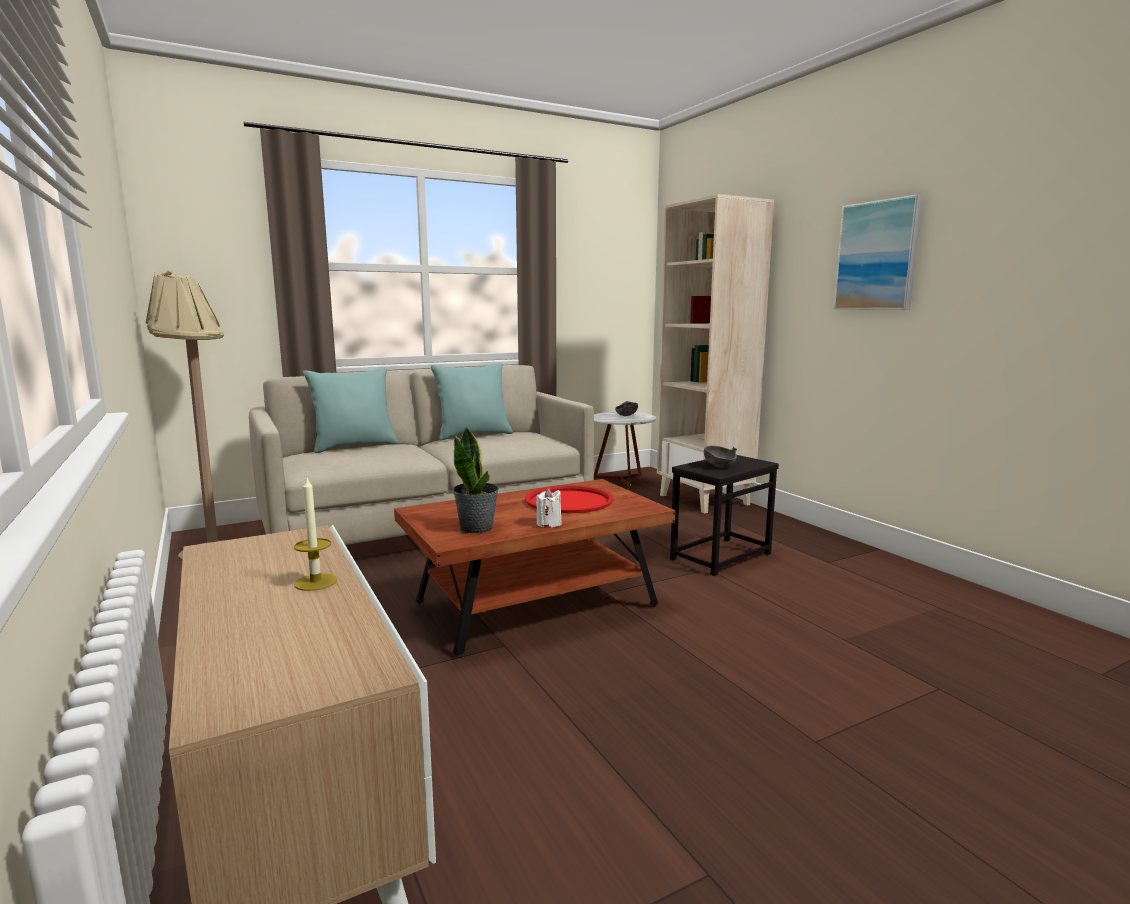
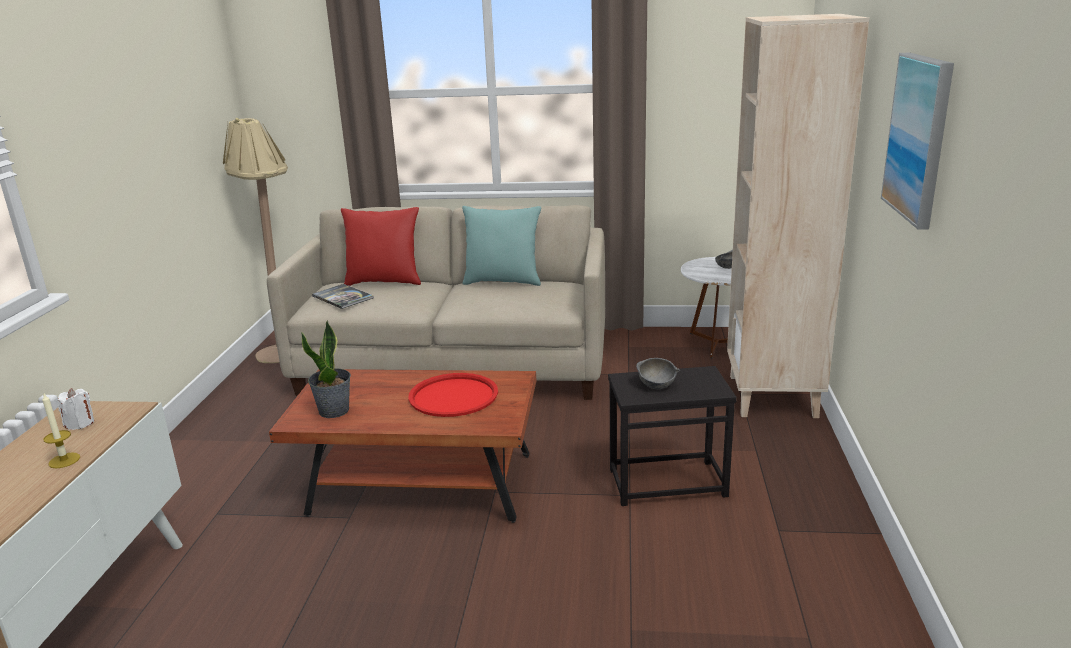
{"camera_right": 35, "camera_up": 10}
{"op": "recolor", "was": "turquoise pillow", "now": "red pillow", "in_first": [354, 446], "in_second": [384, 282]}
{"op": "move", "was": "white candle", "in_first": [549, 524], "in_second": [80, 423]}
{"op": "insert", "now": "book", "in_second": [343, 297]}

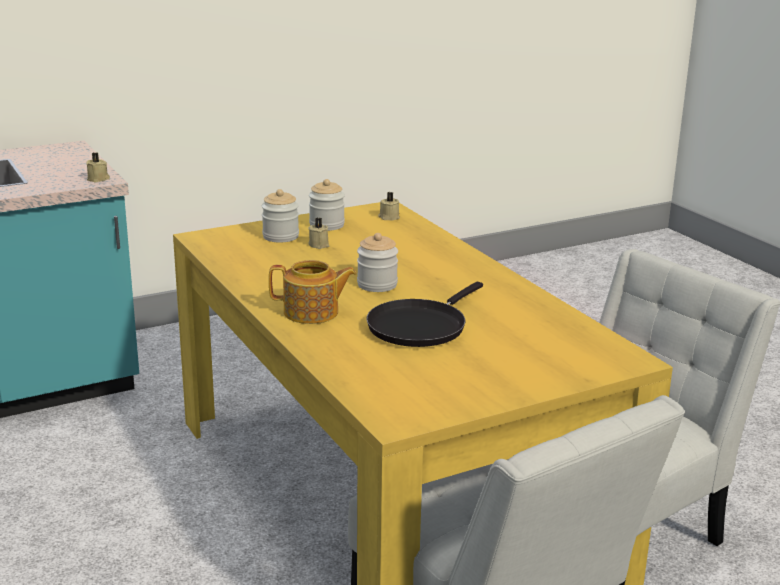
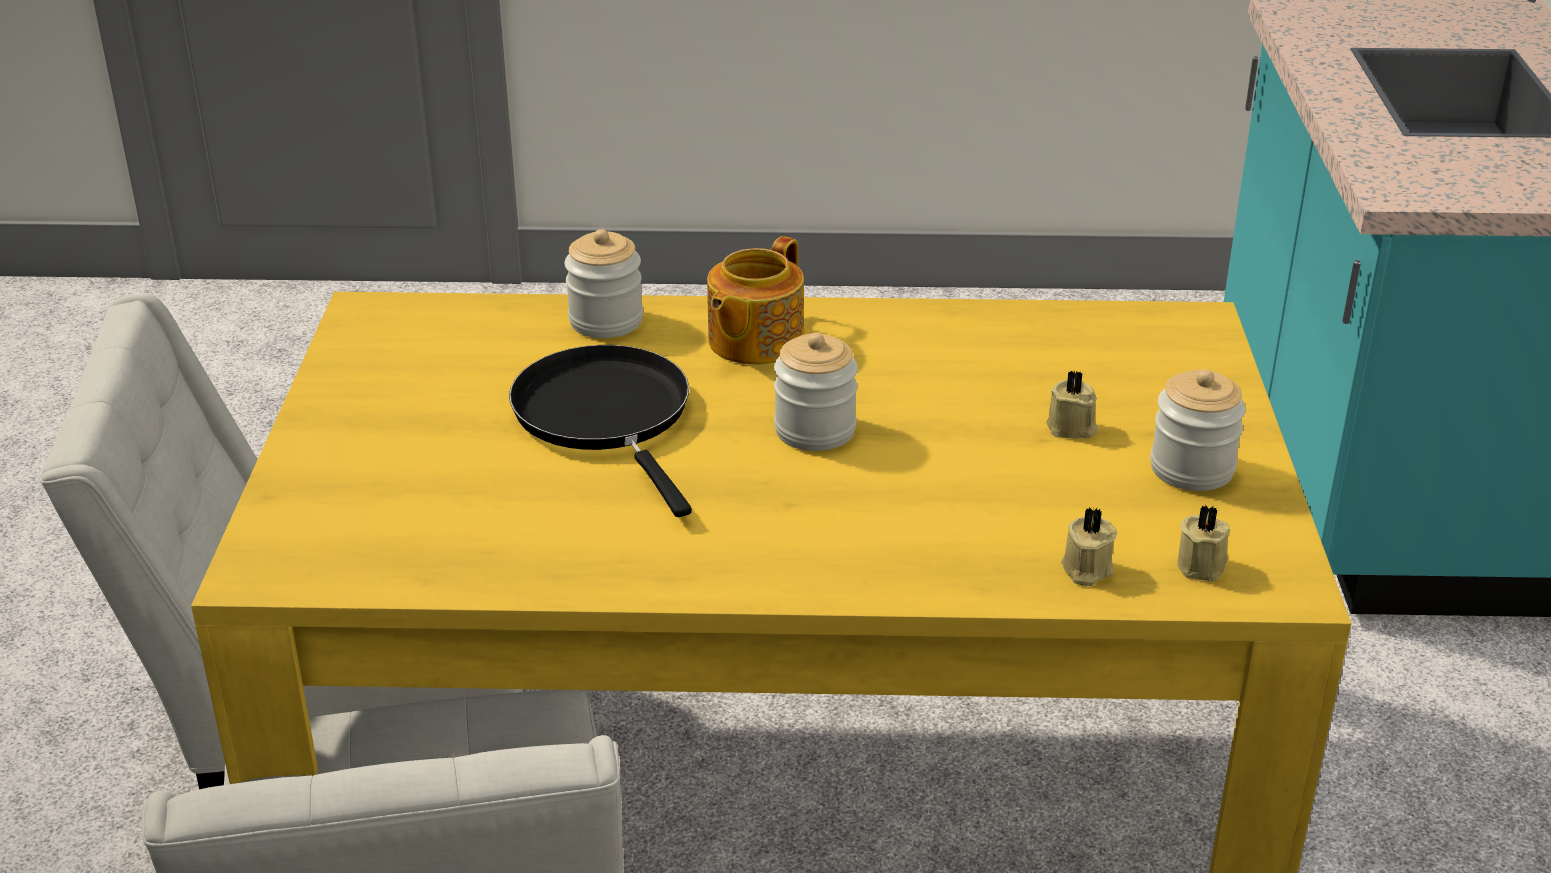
{"camera_right": 120, "camera_up": 10}
{"op": "move", "was": "beige candle", "in_first": [98, 179], "in_second": [1085, 570]}
{"op": "move", "was": "jar", "in_first": [280, 236], "in_second": [606, 321]}

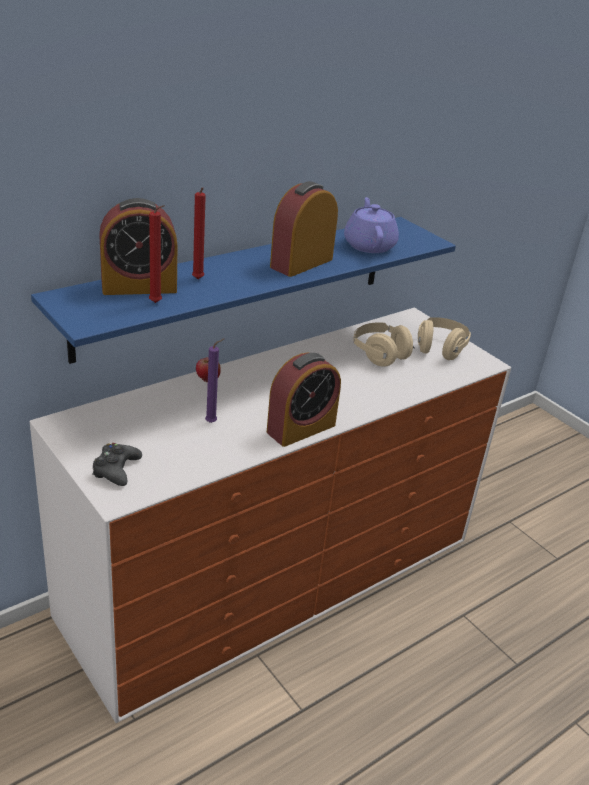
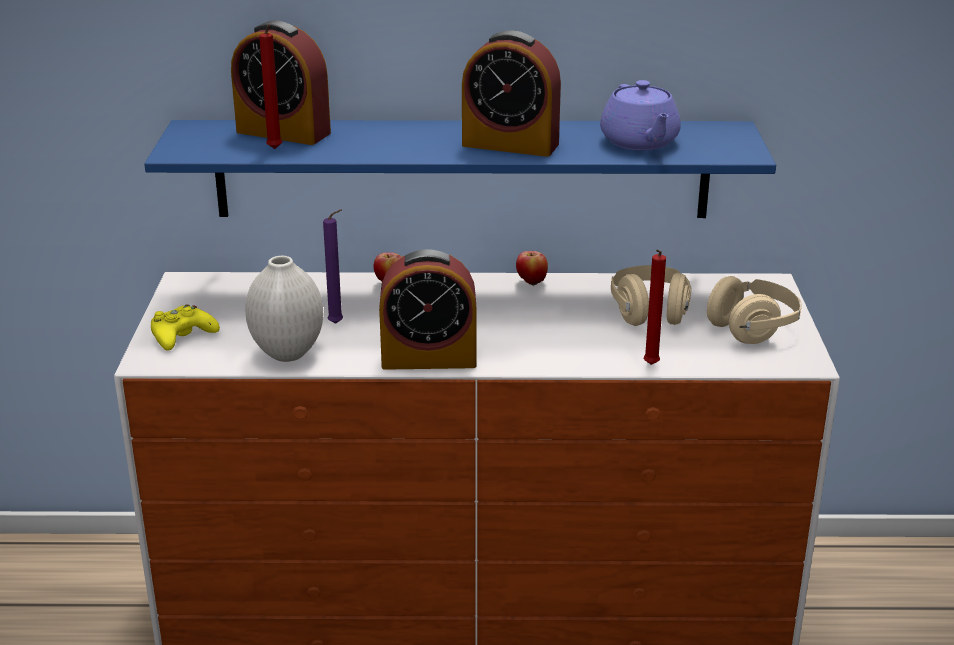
{"camera_right": 40, "camera_up": -5}
{"op": "rotate", "was": "alarm clock", "in_first": [301, 263], "in_second": [510, 144], "clockwise": -150}
{"op": "move", "was": "red candle", "in_first": [198, 280], "in_second": [650, 366]}
{"op": "rotate", "was": "purple teapot", "in_first": [369, 245], "in_second": [640, 142], "clockwise": 135}
{"op": "recolor", "was": "black game controller", "now": "yellow game controller", "in_first": [116, 469], "in_second": [182, 336]}
{"op": "insert", "now": "apple", "in_second": [531, 282]}
{"op": "insert", "now": "white vase", "in_second": [288, 353]}

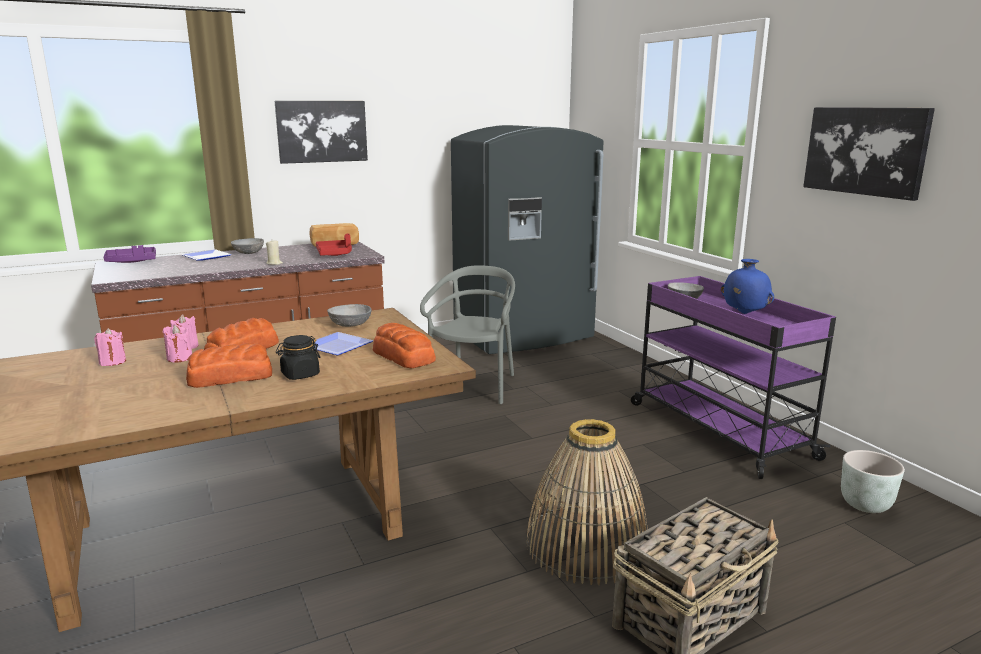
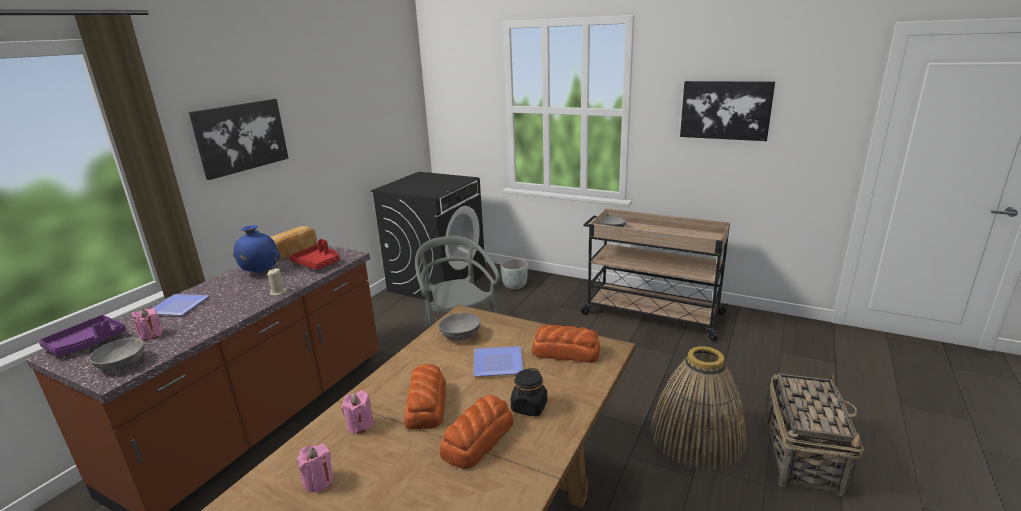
{"camera_right": -35, "camera_up": 5}
{"op": "replace", "was": "grey fridge", "now": "black washing machine", "in_first": [524, 336], "in_second": [437, 282]}
{"op": "move", "was": "grey bowl", "in_first": [249, 252], "in_second": [122, 364]}
{"op": "move", "was": "blue vase", "in_first": [744, 313], "in_second": [260, 272]}
{"op": "recolor", "was": "purple cart", "now": "beige cart", "in_first": [717, 429], "in_second": [650, 314]}
{"op": "move", "was": "pink candle", "in_first": [179, 358], "in_second": [151, 335]}
{"op": "move", "was": "grey planter", "in_first": [865, 505], "in_second": [514, 286]}

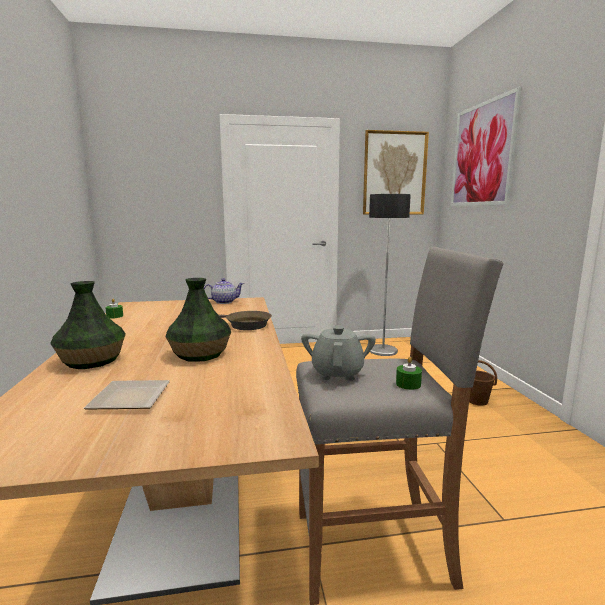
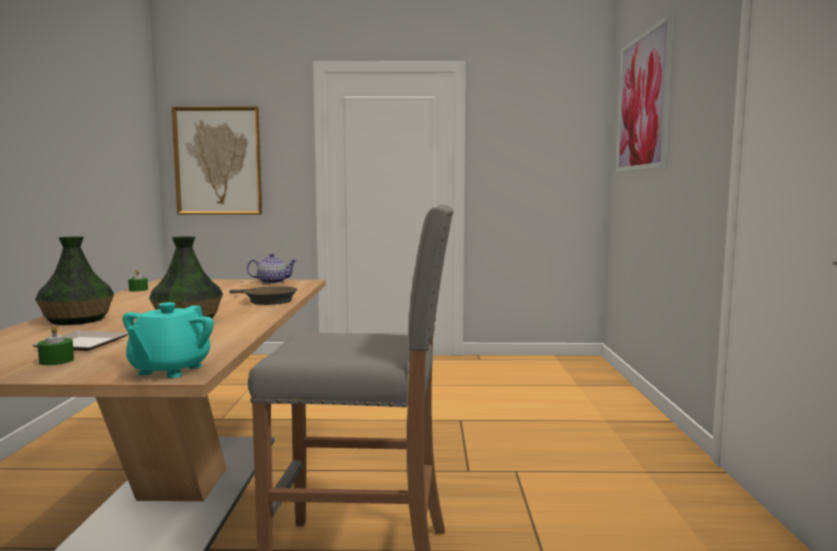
{"camera_right": 10, "camera_up": -5}
{"op": "move", "was": "picture", "in_first": [394, 173], "in_second": [218, 161]}
{"op": "delete", "was": "floor lamp", "in_first": [382, 351]}
{"op": "delete", "was": "grey teapot", "in_first": [337, 373]}
{"op": "move", "was": "green candle", "in_first": [408, 384], "in_second": [56, 361]}
{"op": "delete", "was": "brown bucket", "in_first": [477, 401]}
{"op": "insert", "now": "turquoise teapot", "in_second": [169, 370]}

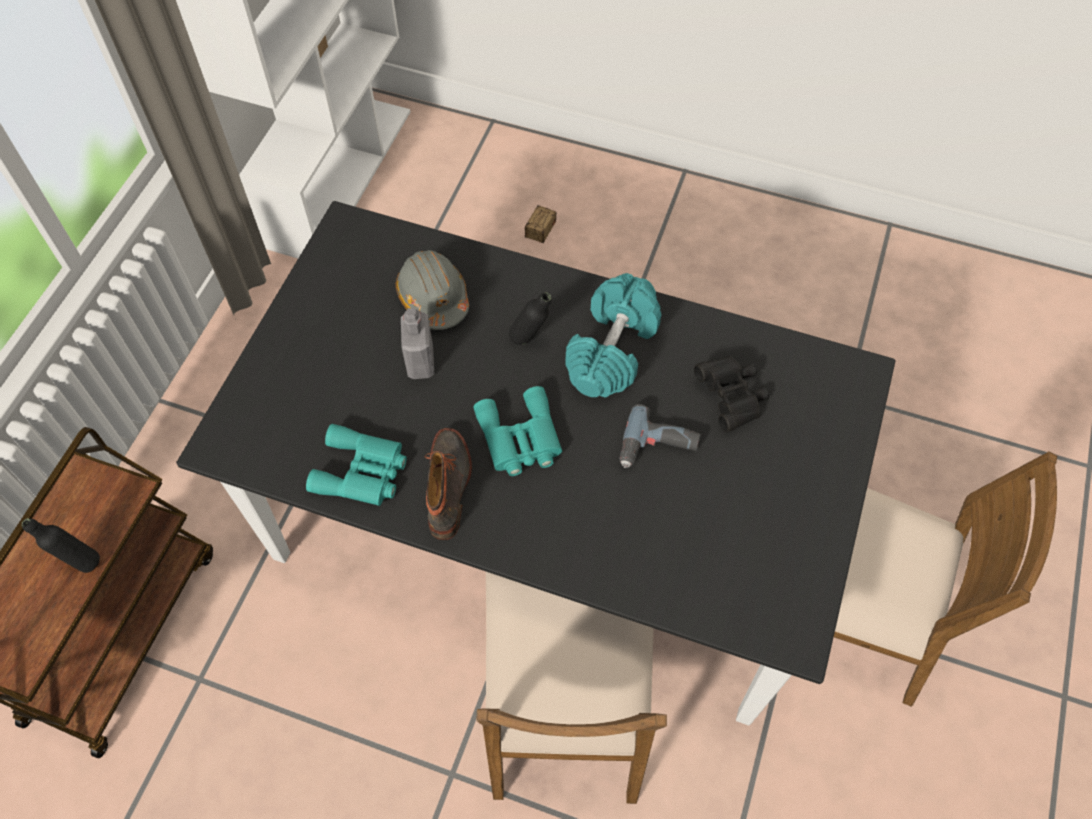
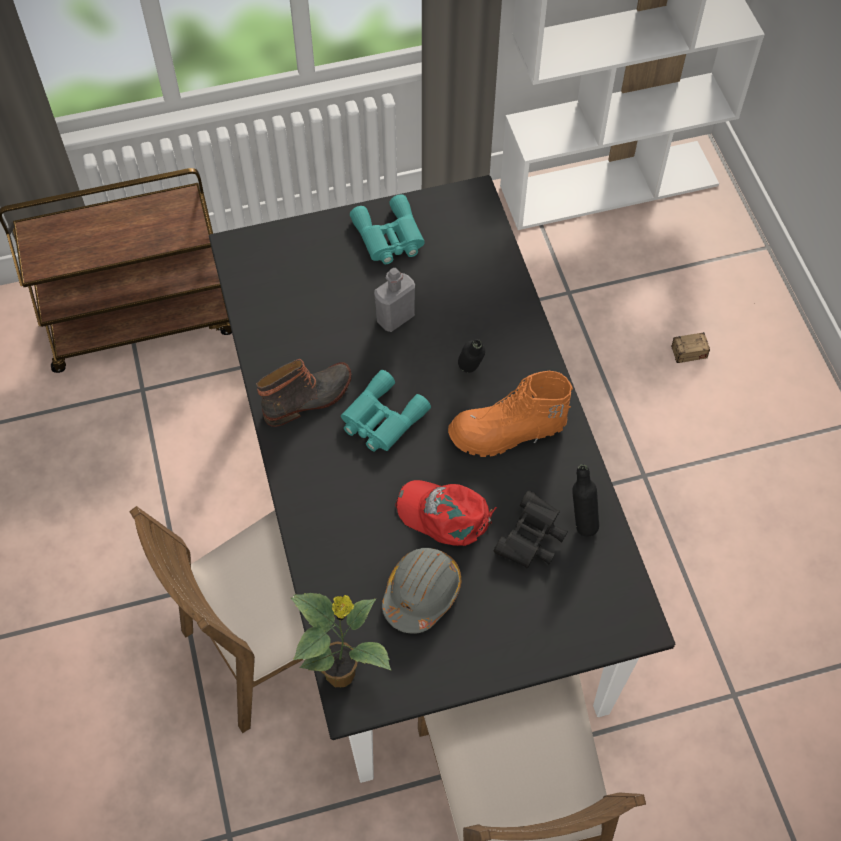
{"camera_right": 55, "camera_up": 0}
{"op": "move", "was": "grey hard hat", "in_first": [433, 298], "in_second": [421, 593]}
{"op": "replace", "was": "turquoise dumbbell", "now": "orange boot", "in_first": [612, 350], "in_second": [508, 432]}
{"op": "replace", "was": "power drill", "now": "red cap", "in_first": [658, 448], "in_second": [444, 514]}
{"op": "move", "was": "turquoise binoculars", "in_first": [362, 472], "in_second": [389, 237]}
{"op": "move", "was": "black bottle", "in_first": [80, 562], "in_second": [581, 521]}
{"op": "insert", "now": "potted plant", "in_second": [342, 673]}

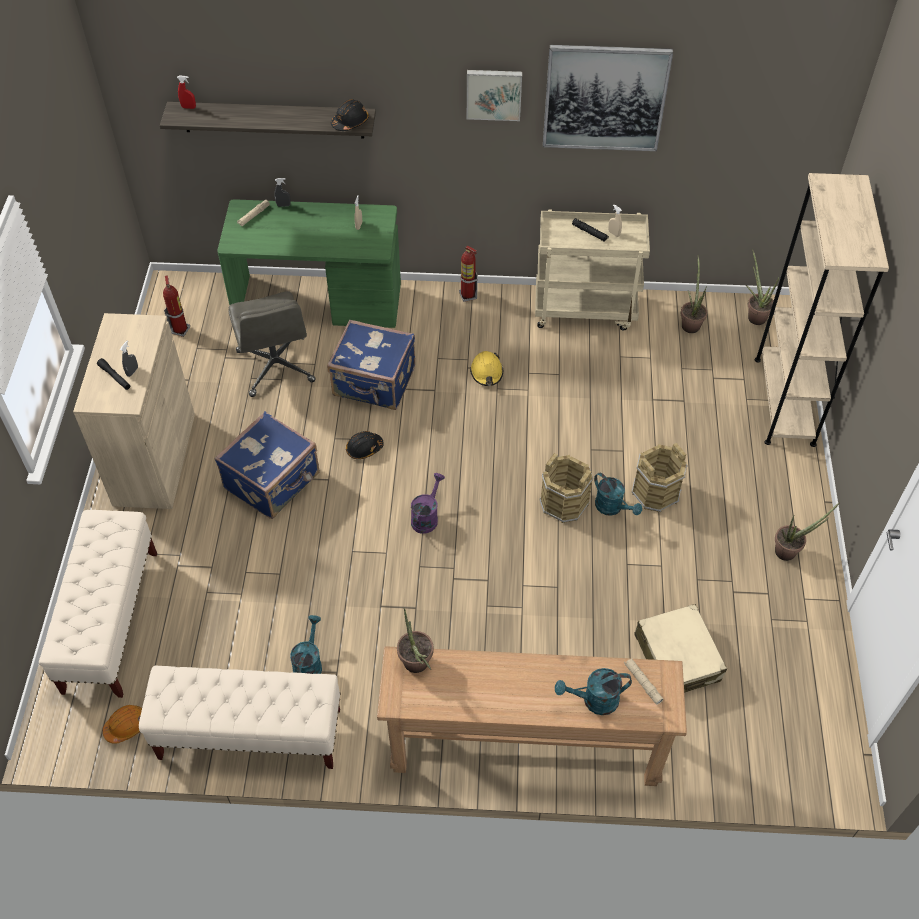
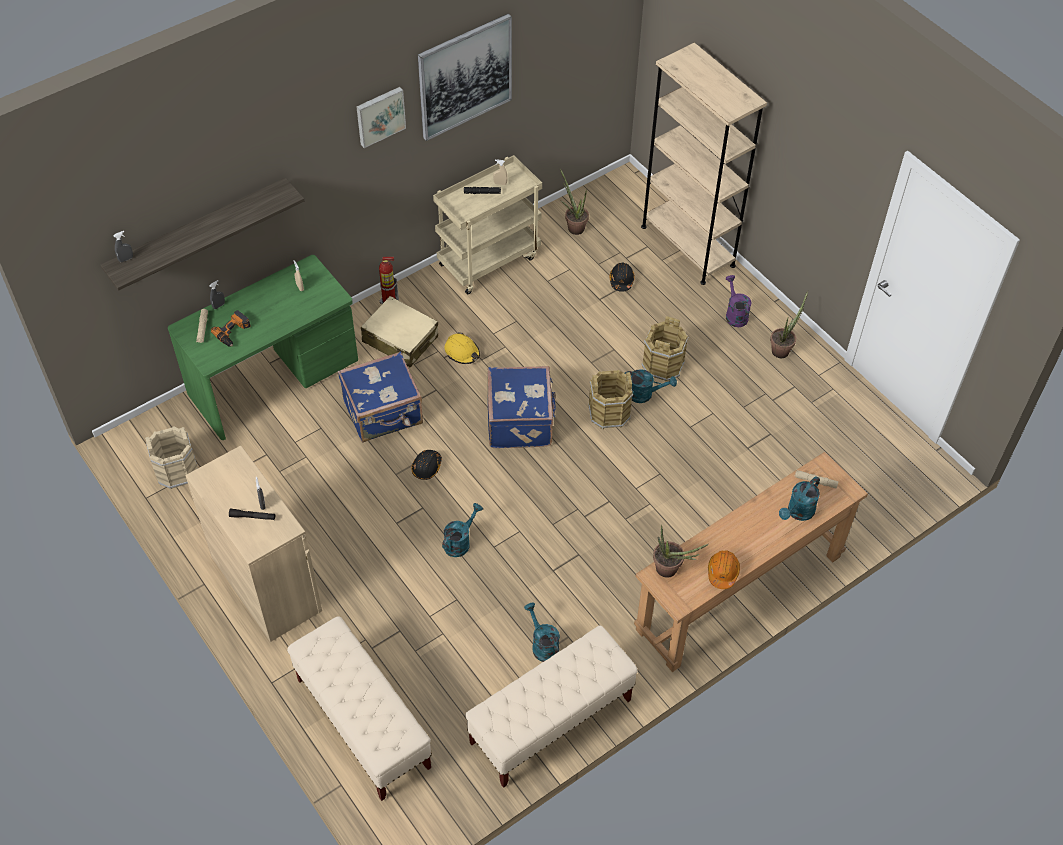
{"camera_right": -40, "camera_up": 0}
{"op": "recolor", "was": "red spray bottle", "now": "grey spray bottle", "in_first": [188, 107], "in_second": [126, 259]}
{"op": "move", "was": "black hard hat", "in_first": [350, 122], "in_second": [621, 280]}
{"op": "delete", "was": "potted plant", "in_first": [754, 315]}
{"op": "replace", "was": "fire extinguisher", "now": "beige bucket", "in_first": [180, 330], "in_second": [176, 470]}
{"op": "delete", "was": "grey office chair", "in_first": [276, 367]}
{"op": "move", "was": "blue suitcase", "in_first": [273, 482], "in_second": [521, 421]}
{"op": "move", "was": "purple watering can", "in_first": [426, 517], "in_second": [735, 314]}
{"op": "move", "was": "beige suitcase", "in_first": [677, 658], "in_second": [400, 339]}
{"op": "move", "was": "orange hard hat", "in_first": [126, 726], "in_second": [722, 572]}
{"op": "insert", "now": "power drill", "in_second": [233, 332]}
{"op": "insert", "now": "turquoise watering can", "in_second": [460, 542]}

